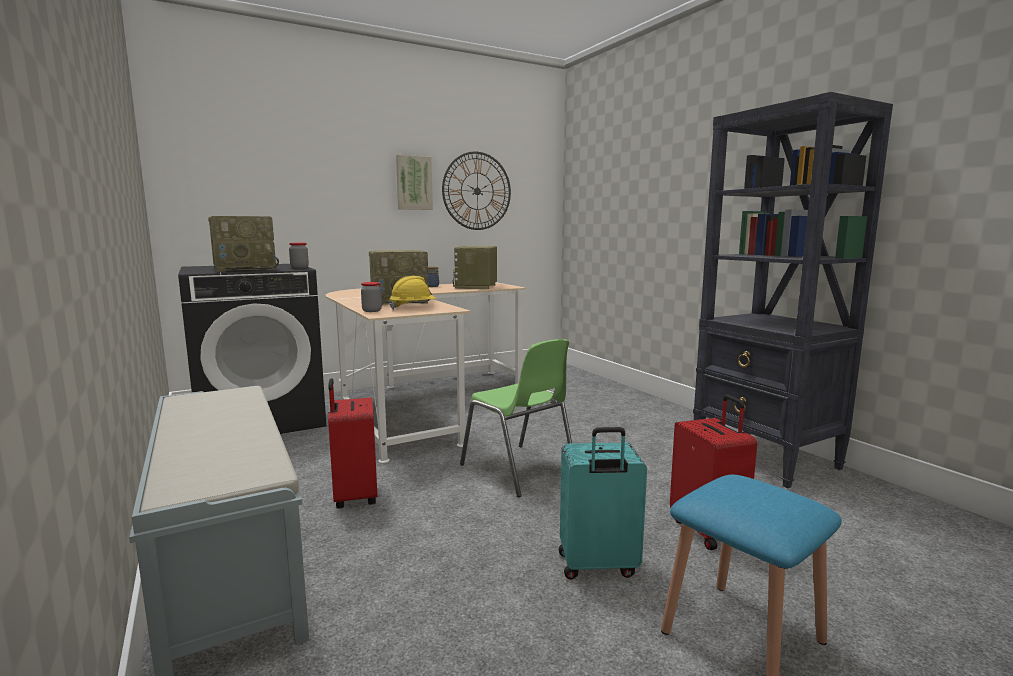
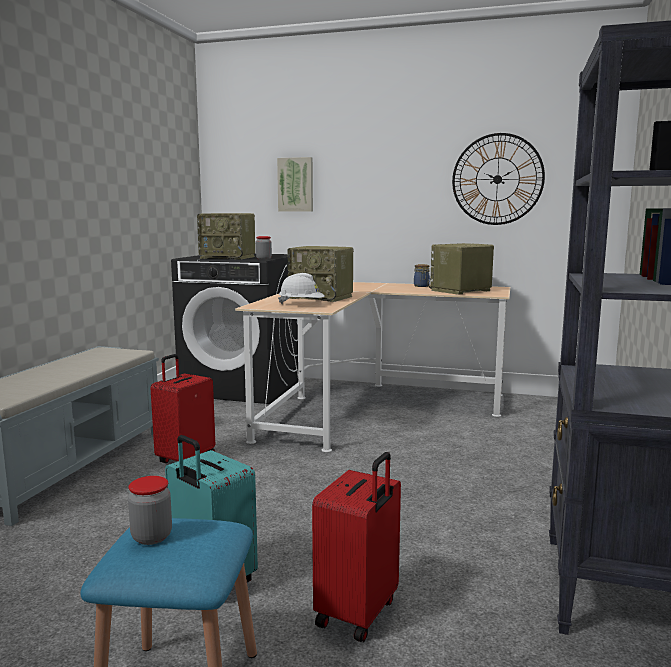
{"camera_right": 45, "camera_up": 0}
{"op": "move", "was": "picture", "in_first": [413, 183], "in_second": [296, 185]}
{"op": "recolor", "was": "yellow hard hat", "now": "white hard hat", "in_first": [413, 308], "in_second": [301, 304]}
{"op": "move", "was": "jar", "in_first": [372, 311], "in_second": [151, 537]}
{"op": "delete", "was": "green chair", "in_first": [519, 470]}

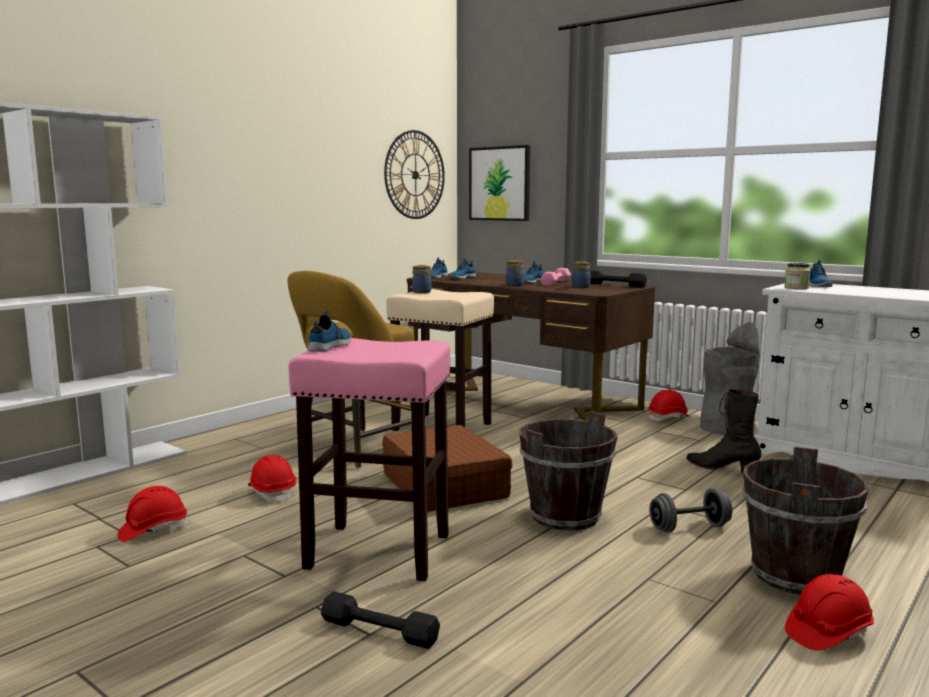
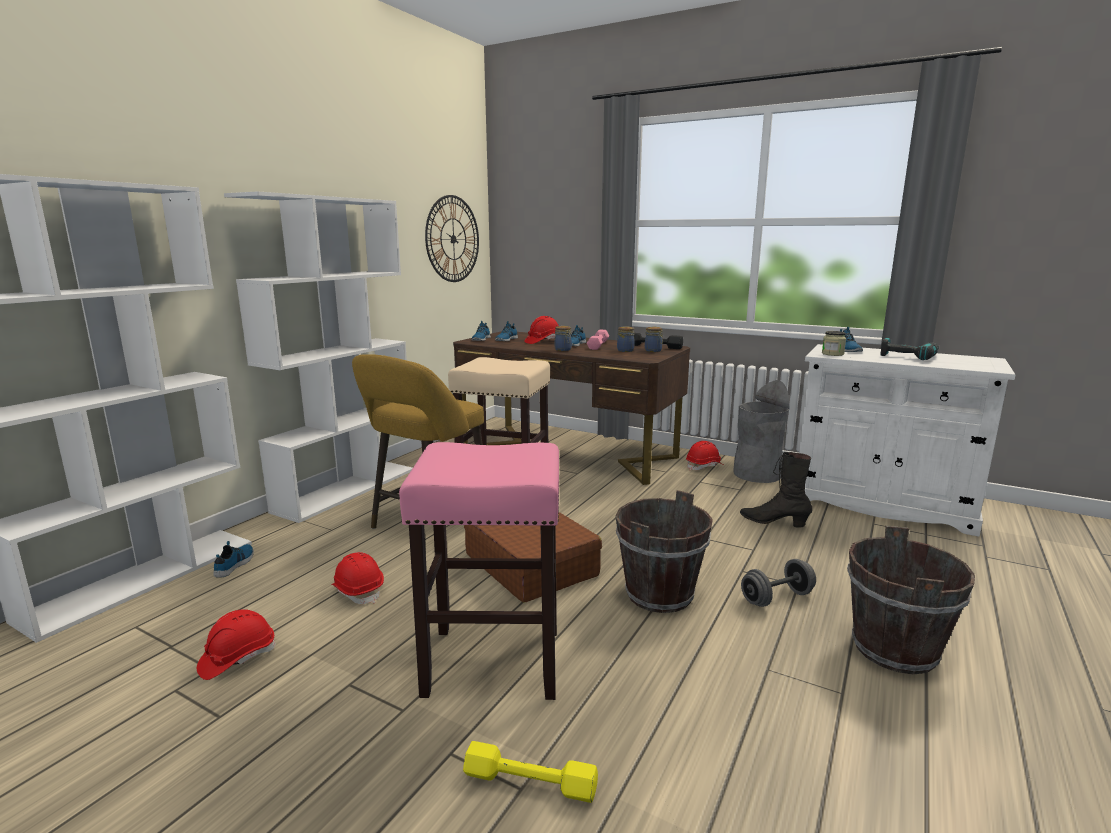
{"camera_right": -10, "camera_up": 5}
{"op": "delete", "was": "picture", "in_first": [500, 183]}
{"op": "move", "was": "jar", "in_first": [422, 292], "in_second": [653, 351]}
{"op": "move", "was": "shoe", "in_first": [331, 345], "in_second": [235, 564]}
{"op": "move", "was": "red hard hat", "in_first": [827, 632], "in_second": [542, 341]}
{"op": "recolor", "was": "black dumbbell", "now": "yellow dumbbell", "in_first": [379, 631], "in_second": [530, 782]}
{"op": "insert", "now": "white bookcase", "in_second": [347, 489]}
{"op": "insert", "now": "power drill", "in_second": [908, 356]}

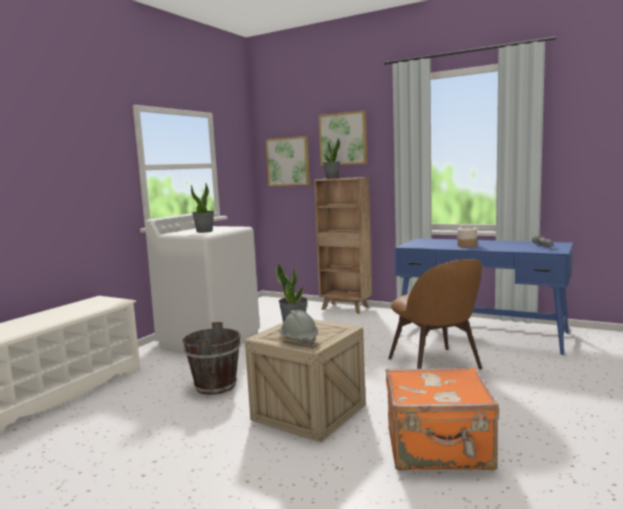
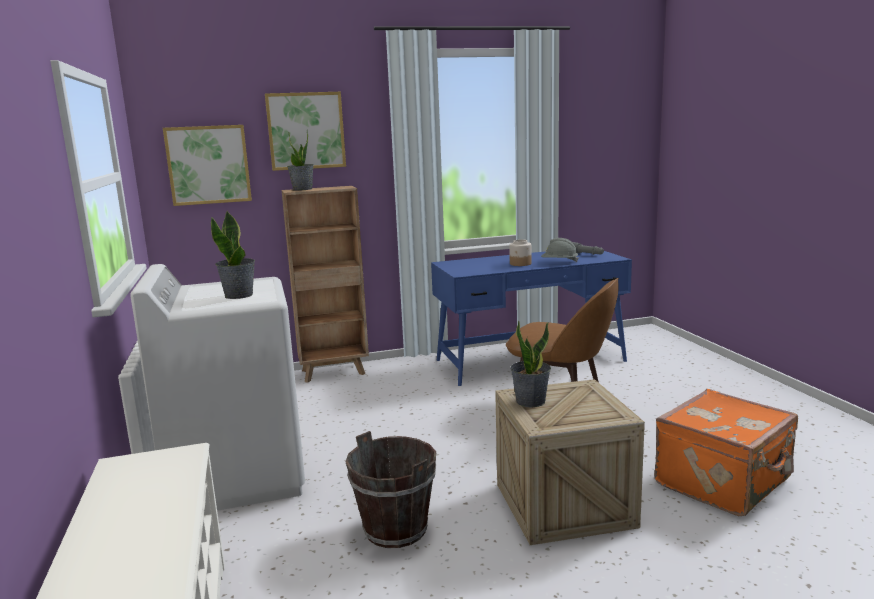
{"camera_right": -45, "camera_up": 5}
{"op": "move", "was": "grey hard hat", "in_first": [298, 341], "in_second": [559, 262]}

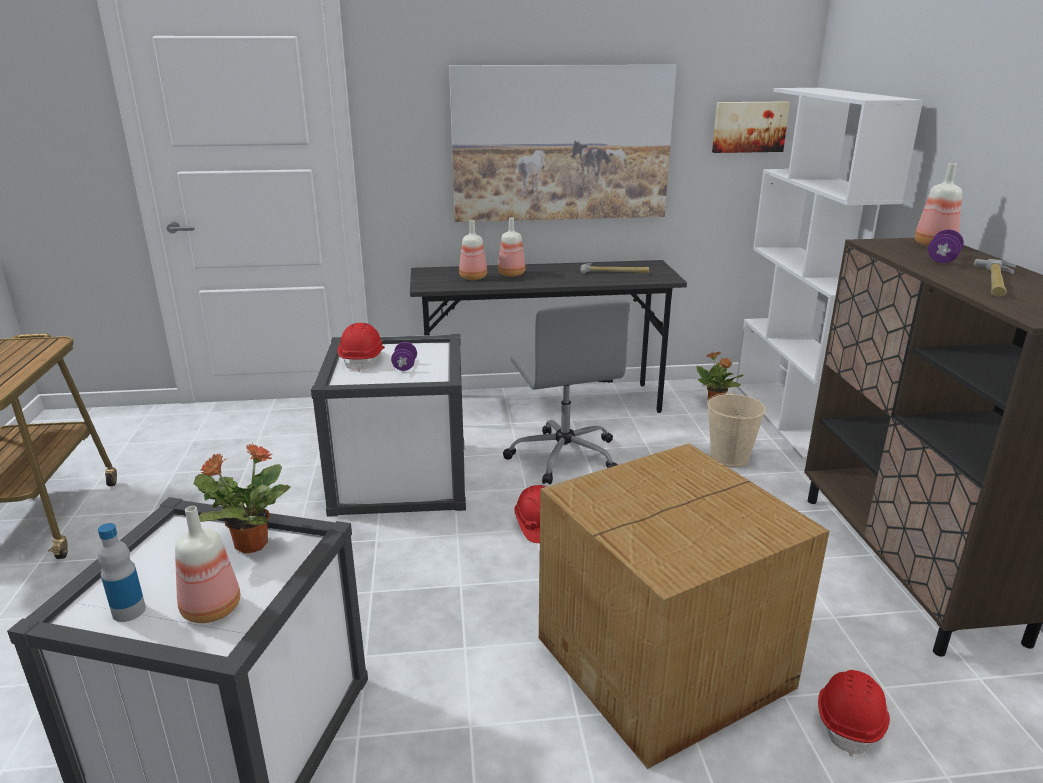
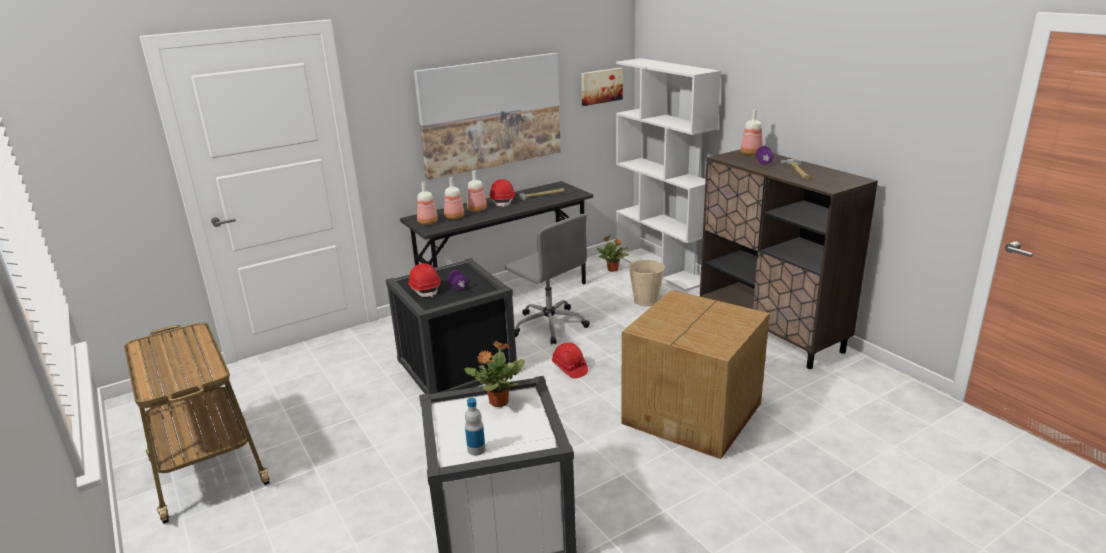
{"camera_right": -25, "camera_up": 0}
{"op": "recolor", "was": "white storage box", "now": "black storage box", "in_first": [401, 477], "in_second": [456, 366]}
{"op": "move", "was": "bottle", "in_first": [212, 610], "in_second": [428, 222]}
{"op": "move", "was": "red hard hat", "in_first": [850, 721], "in_second": [503, 201]}

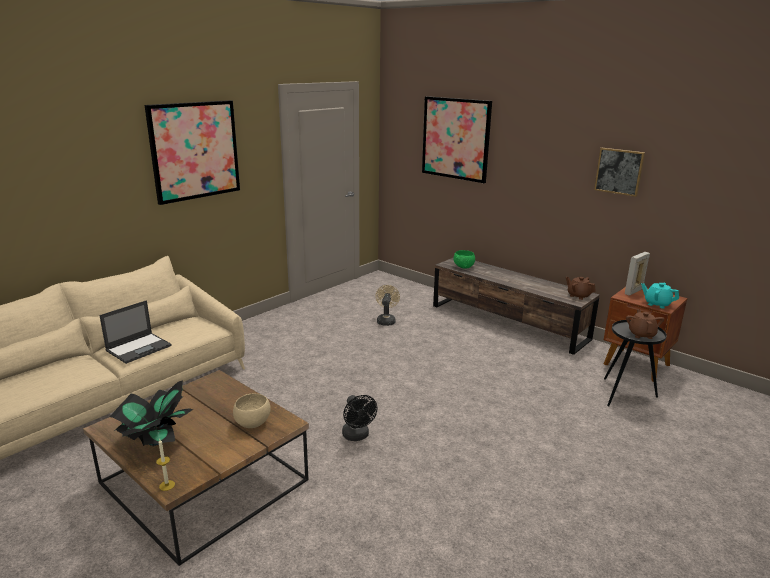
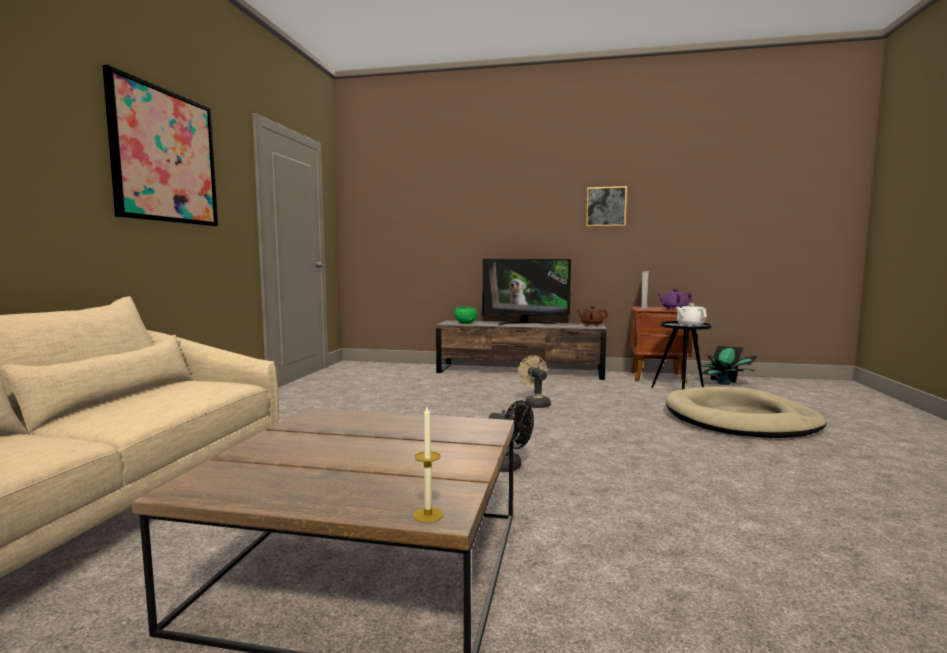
{"camera_right": -30, "camera_up": -15}
{"op": "delete", "was": "picture", "in_first": [455, 138]}
{"op": "recolor", "was": "turquoise teapot", "now": "purple teapot", "in_first": [657, 304], "in_second": [674, 309]}
{"op": "move", "was": "beige fan", "in_first": [386, 320], "in_second": [535, 404]}
{"op": "delete", "was": "laptop", "in_first": [139, 348]}
{"op": "recolor", "was": "brown teapot", "now": "white teapot", "in_first": [641, 334], "in_second": [690, 326]}
{"op": "move", "was": "potted plant", "in_first": [155, 441], "in_second": [724, 383]}
{"op": "delete", "was": "beige bowl", "in_first": [252, 423]}
{"op": "insert", "now": "television", "in_second": [525, 323]}
{"op": "insert", "now": "beige dog bed", "in_second": [740, 419]}

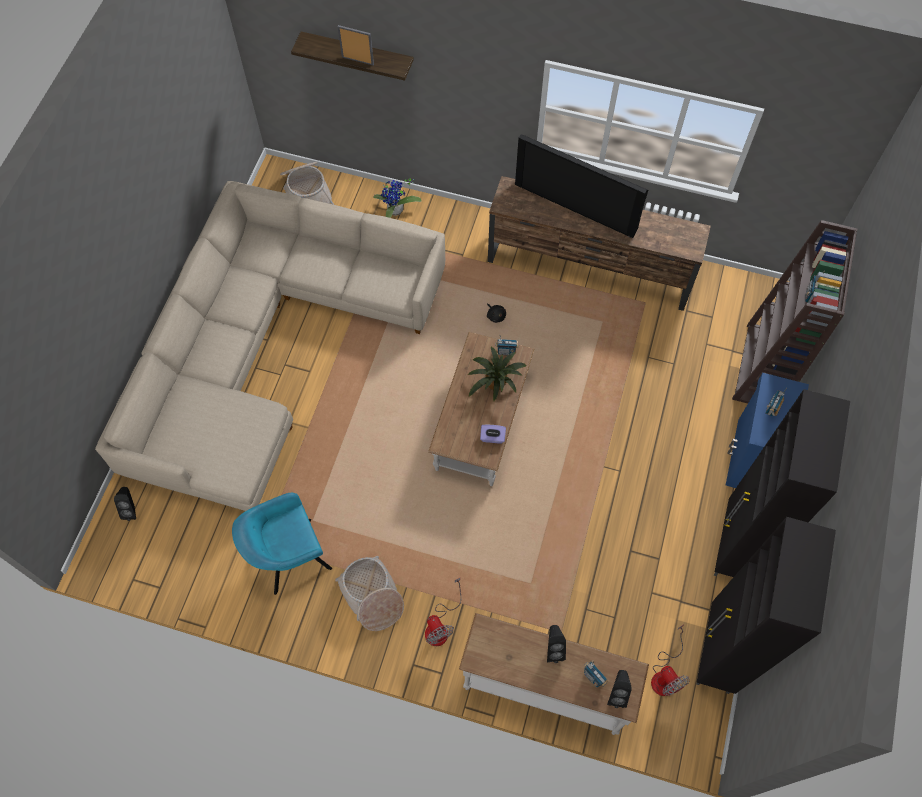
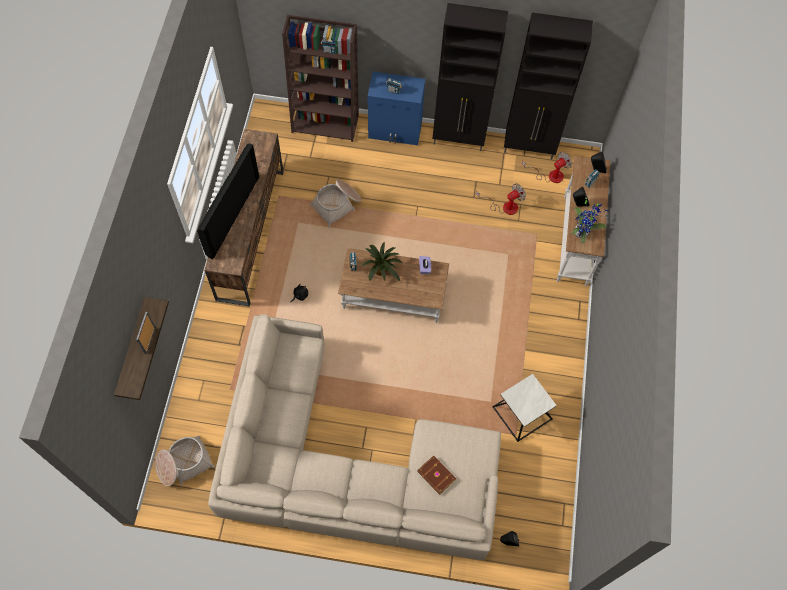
{"camera_right": -100, "camera_up": 0}
{"op": "move", "was": "potted plant", "in_first": [396, 212], "in_second": [582, 232]}
{"op": "replace", "was": "turquoise armchair", "now": "side table", "in_first": [289, 557], "in_second": [522, 413]}
{"op": "move", "was": "basket", "in_first": [372, 596], "in_second": [337, 205]}
{"op": "move", "was": "fan", "in_first": [440, 626], "in_second": [504, 206]}
{"op": "insert", "now": "brown book", "in_second": [436, 476]}

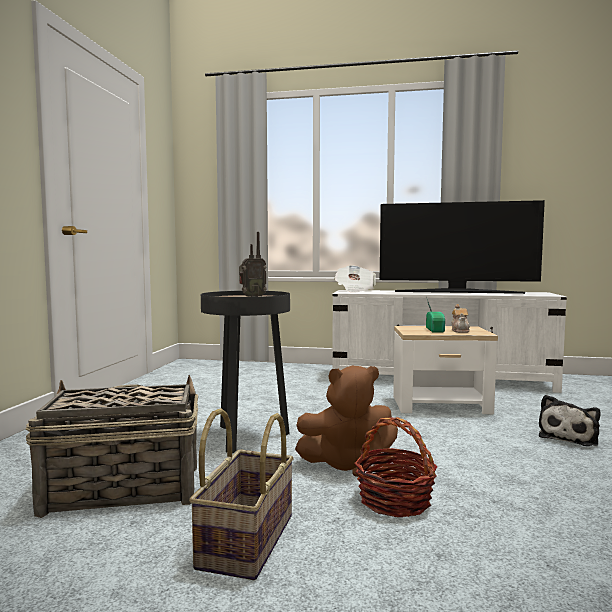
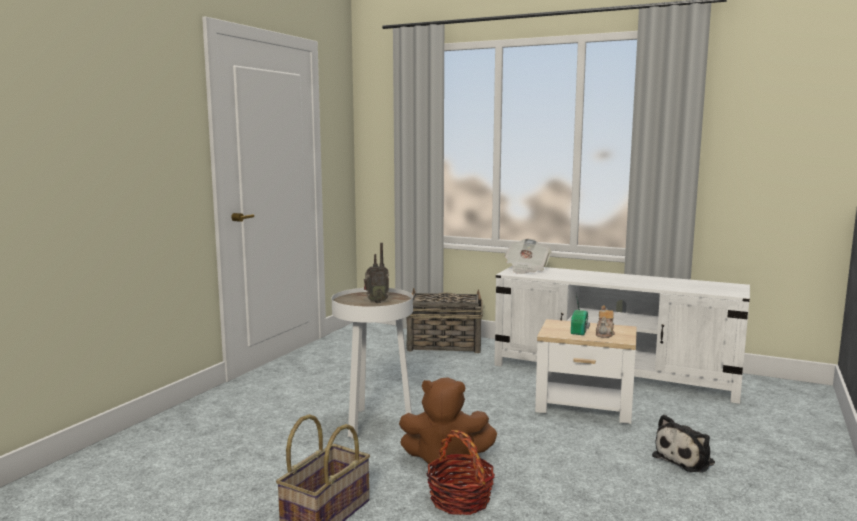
{"camera_right": 15, "camera_up": 5}
{"op": "delete", "was": "television", "in_first": [457, 293]}
{"op": "recolor", "was": "black side table", "now": "white side table", "in_first": [248, 438], "in_second": [374, 424]}
{"op": "move", "was": "basket", "in_first": [121, 489], "in_second": [443, 345]}

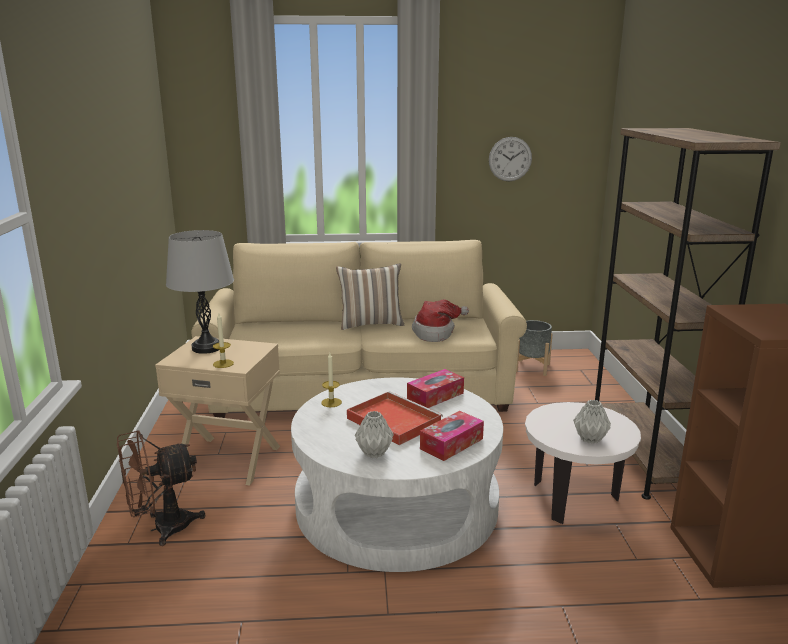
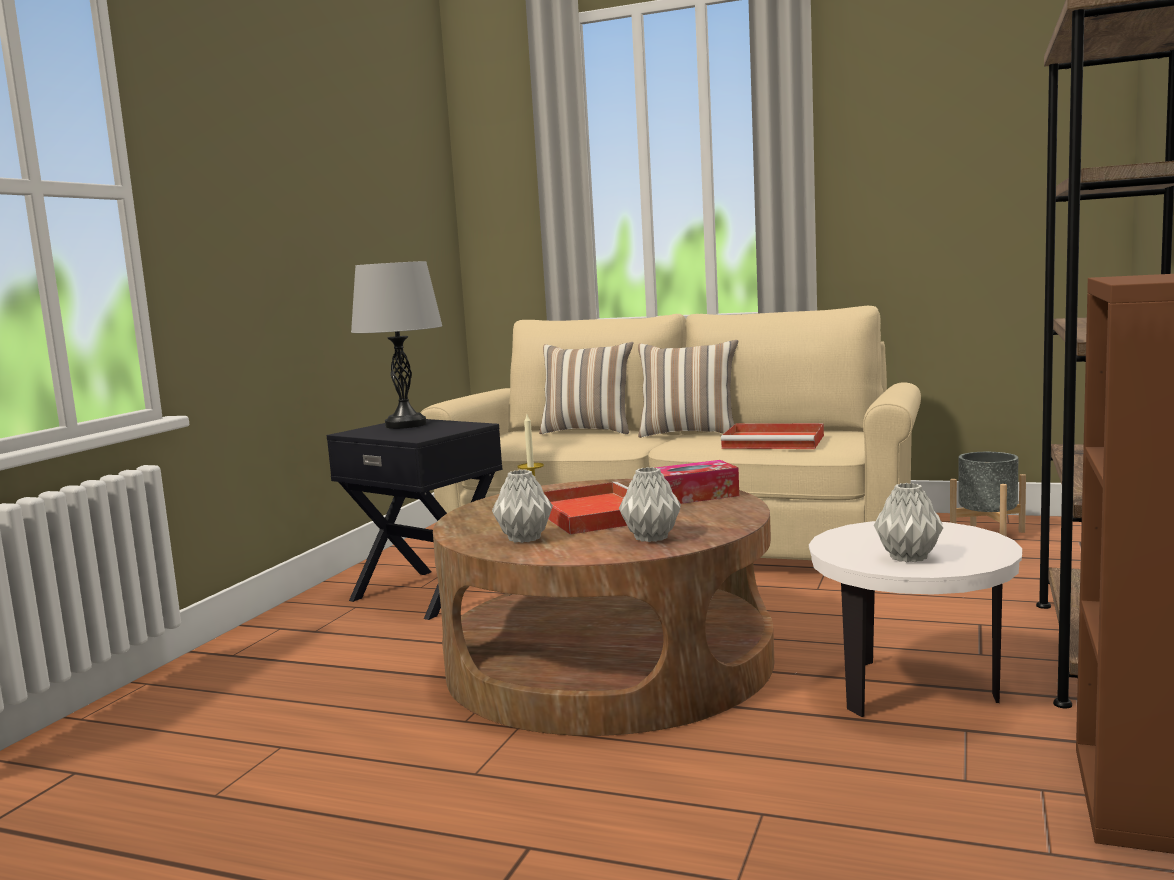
{"camera_right": 25, "camera_up": -10}
{"op": "delete", "was": "wall clock", "in_first": [510, 159]}
{"op": "replace", "was": "hat", "now": "red tray", "in_first": [436, 333], "in_second": [775, 441]}
{"op": "delete", "was": "candle", "in_first": [223, 363]}
{"op": "recolor", "was": "beige side table", "now": "black side table", "in_first": [229, 459], "in_second": [429, 593]}
{"op": "recolor", "was": "white coffee table", "now": "brown coffee table", "in_first": [397, 503], "in_second": [609, 660]}
{"op": "replace", "was": "tissue box", "now": "grey vase", "in_first": [451, 444], "in_second": [650, 538]}
{"op": "delete", "was": "brown fan", "in_first": [162, 528]}
{"op": "insert", "now": "pillow", "in_second": [588, 431]}

